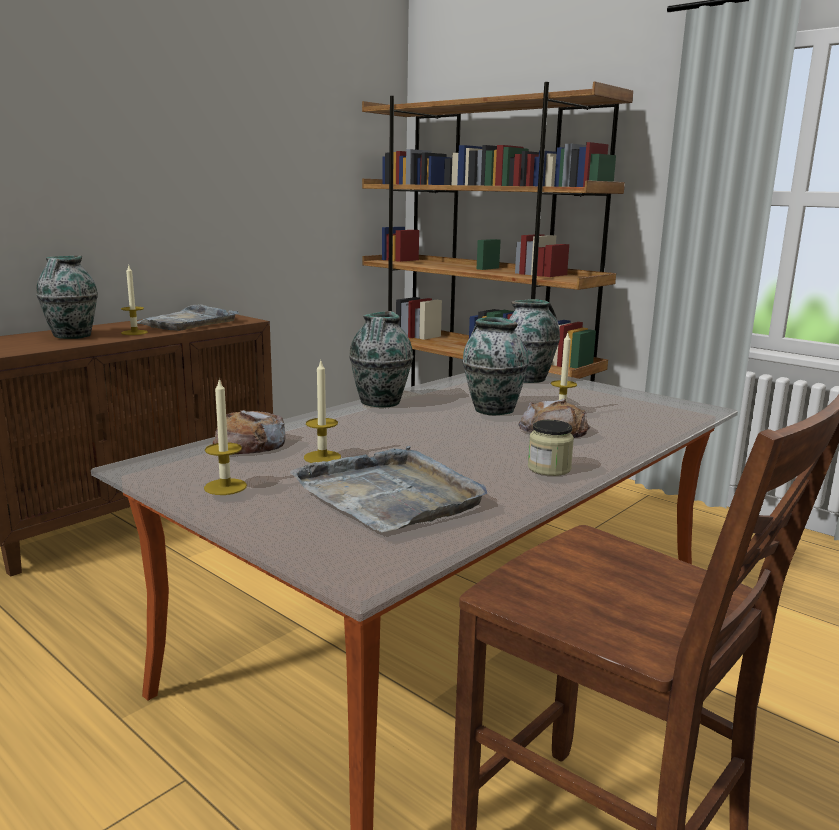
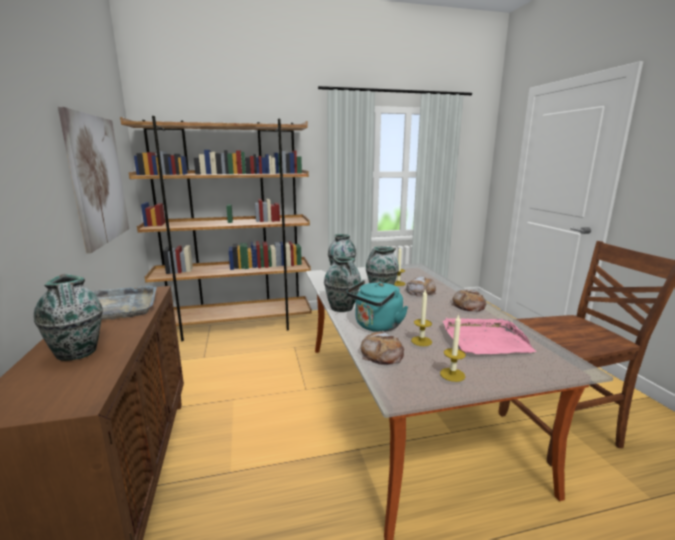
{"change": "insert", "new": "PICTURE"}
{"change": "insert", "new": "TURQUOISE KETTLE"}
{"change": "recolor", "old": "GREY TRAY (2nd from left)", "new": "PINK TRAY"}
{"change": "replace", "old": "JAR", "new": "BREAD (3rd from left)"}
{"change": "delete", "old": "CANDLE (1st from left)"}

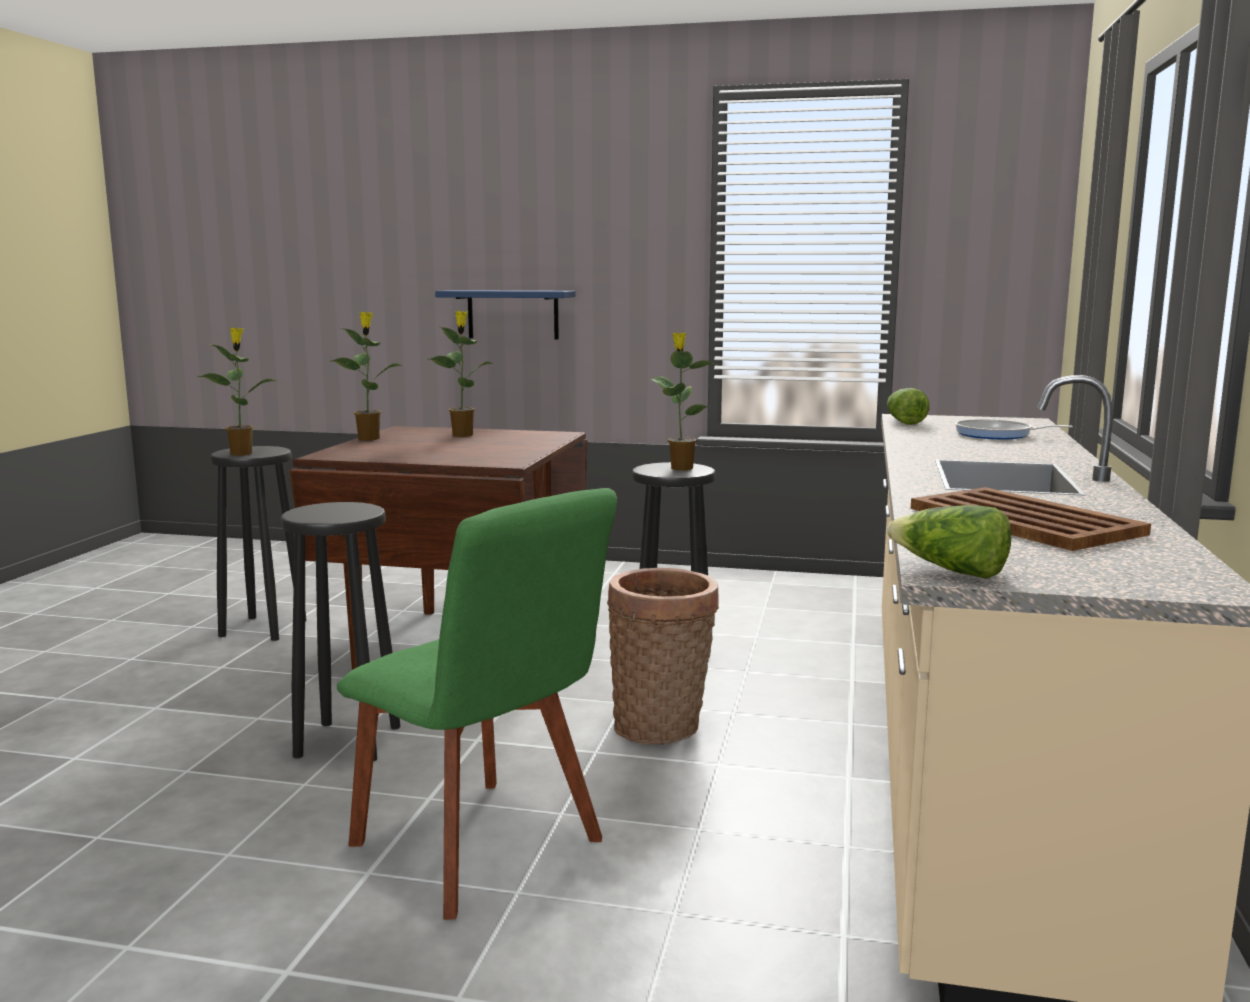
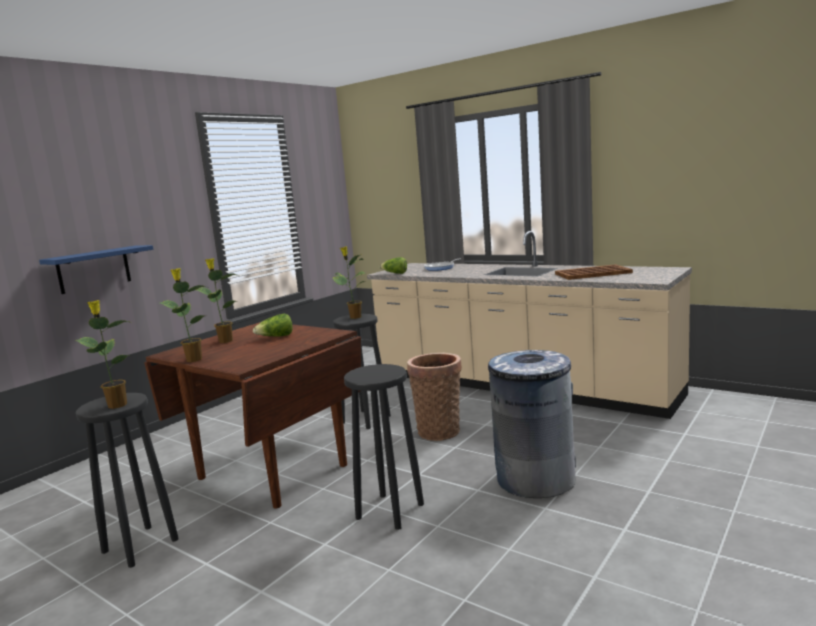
{"change": "move", "old": "LETTUCE (2nd from left in the first image)", "new": "LETTUCE (1st from left)"}
{"change": "replace", "old": "GREEN CHAIR", "new": "GREY TRASH CAN"}

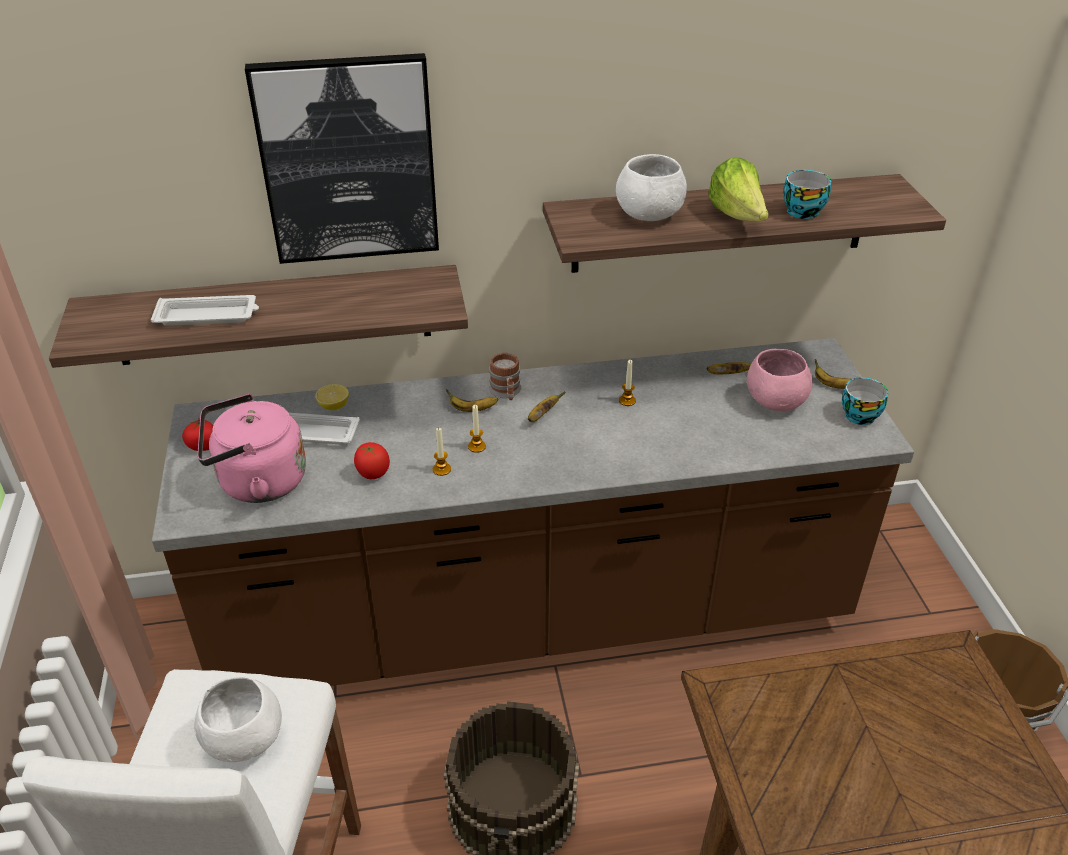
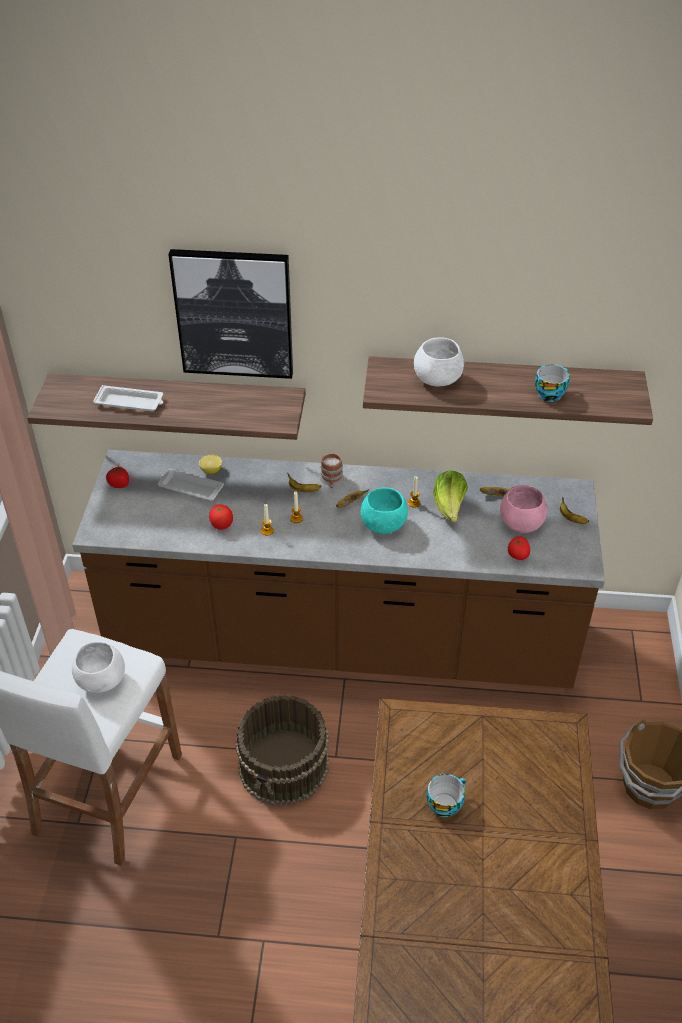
{"change": "insert", "new": "TURQUOISE BOWL"}
{"change": "move", "old": "CUP (2nd from left in the first image)", "new": "CUP (1st from left)"}
{"change": "move", "old": "LETTUCE"}
{"change": "insert", "new": "TOMATO (3rd from left)"}
{"change": "delete", "old": "PINK KETTLE"}

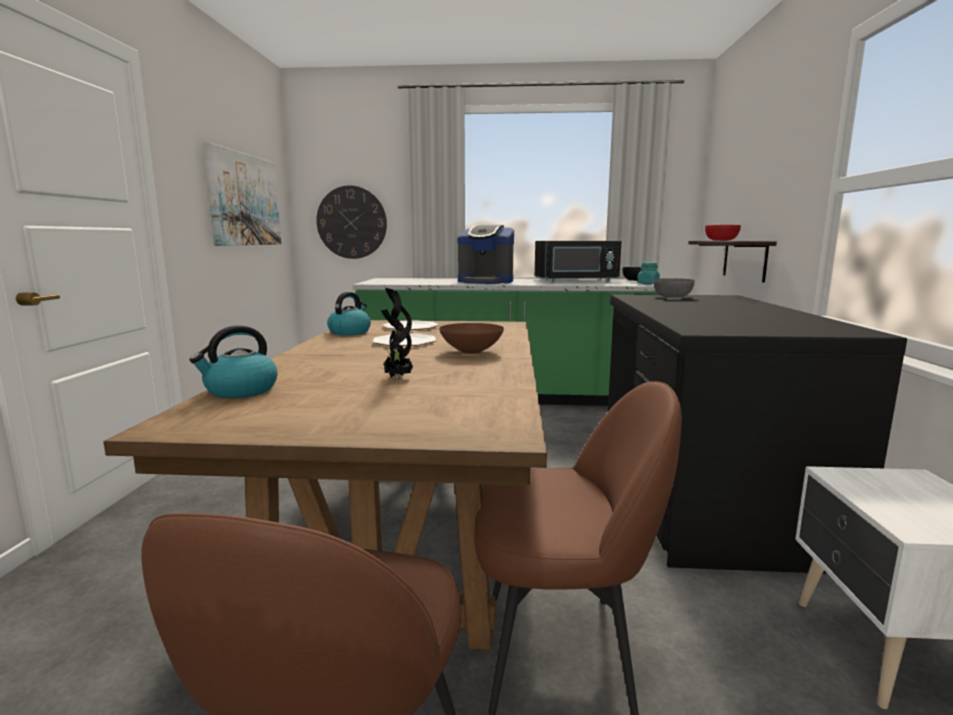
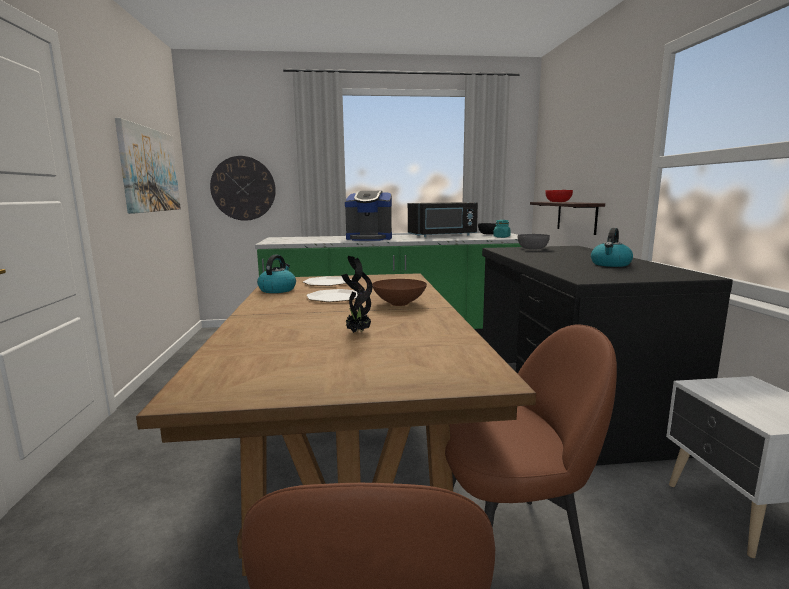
{"change": "move", "old": "KETTLE (1st from left in the first image)", "new": "KETTLE (2nd from left)"}

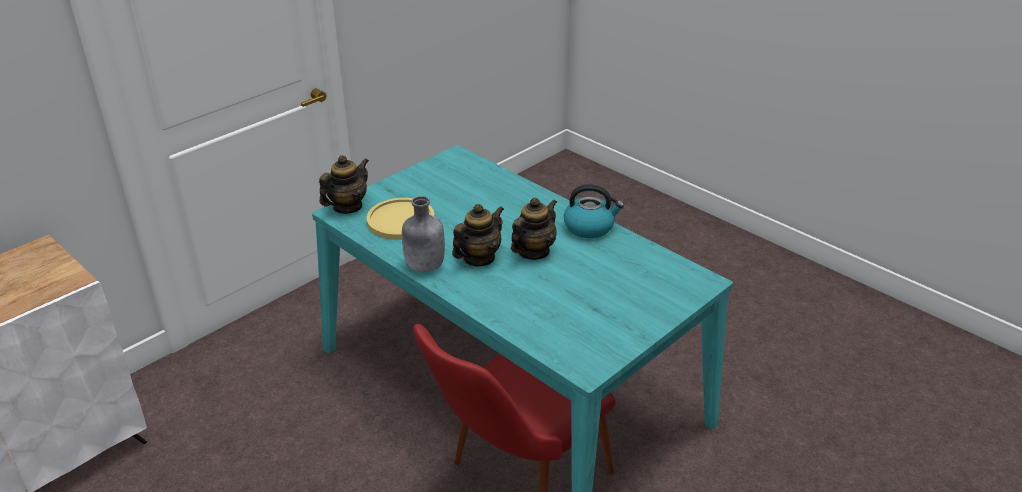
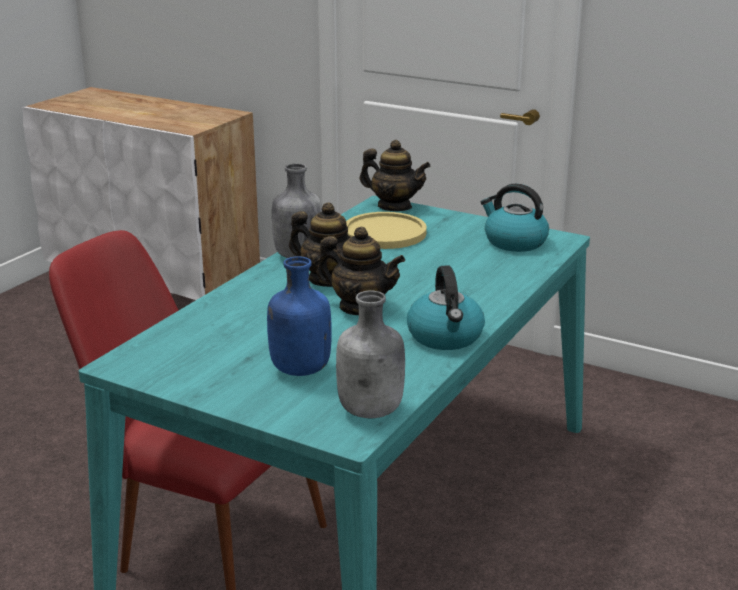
{"change": "insert", "new": "BLUE BOTTLE"}
{"change": "insert", "new": "GREY BOTTLE (2nd from left)"}
{"change": "insert", "new": "KETTLE (2nd from left)"}

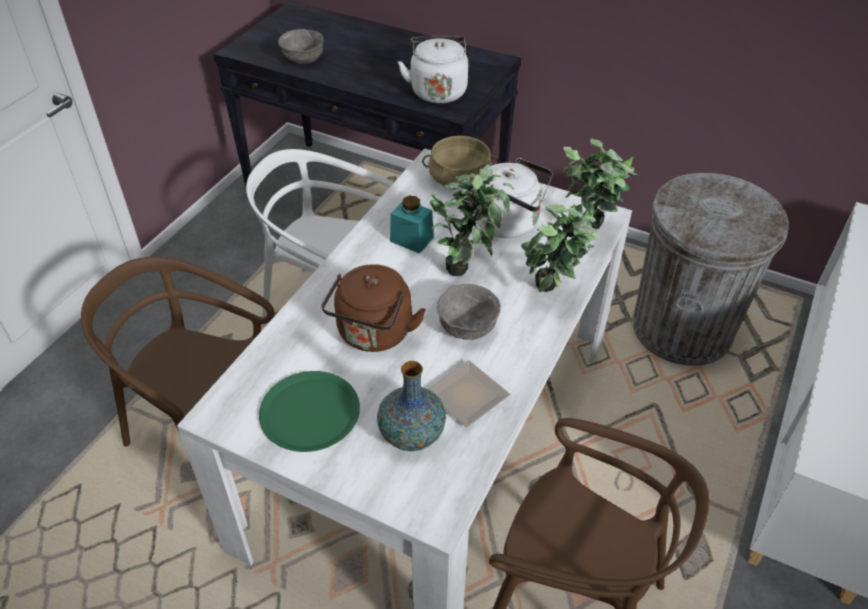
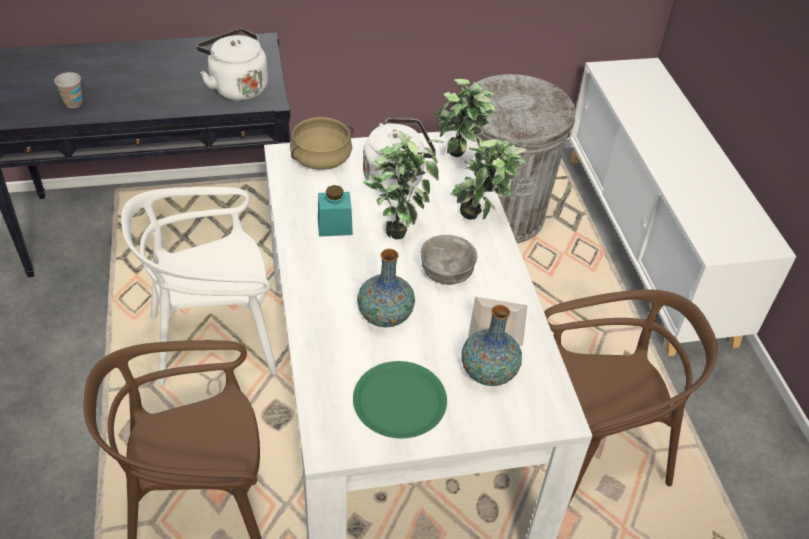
{"change": "replace", "old": "GREY BOWL (1st from left)", "new": "CUP"}
{"change": "replace", "old": "BROWN KETTLE", "new": "VASE (1st from left)"}

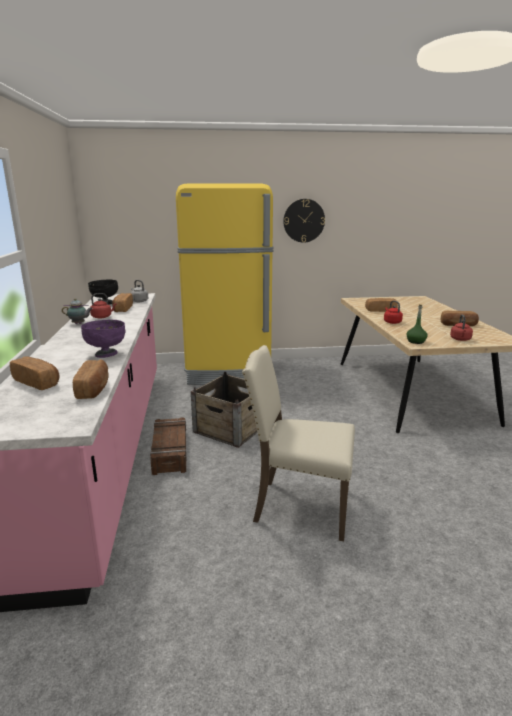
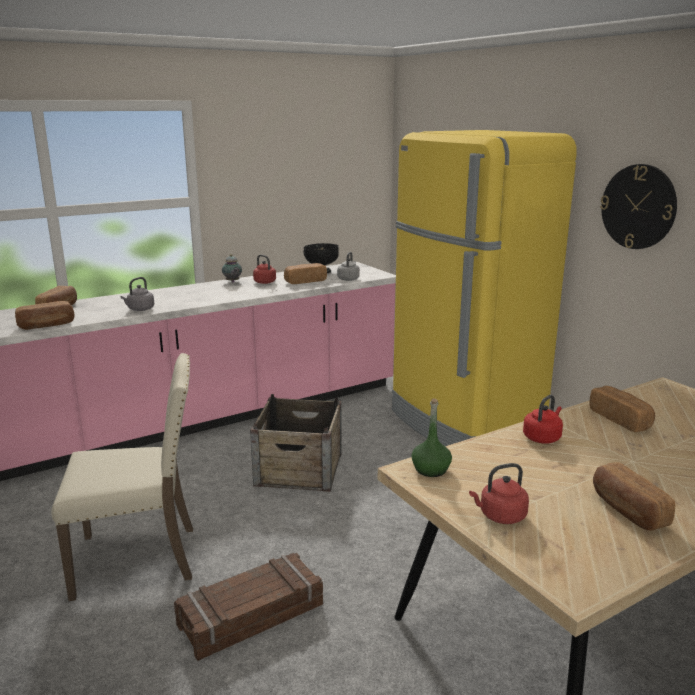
{"change": "rotate", "old": "BEIGE CHAIR", "degrees": 90}
{"change": "replace", "old": "PURPLE BOWL", "new": "GREY KETTLE (1st from left)"}
{"change": "move", "old": "CRATE (1st from left)"}

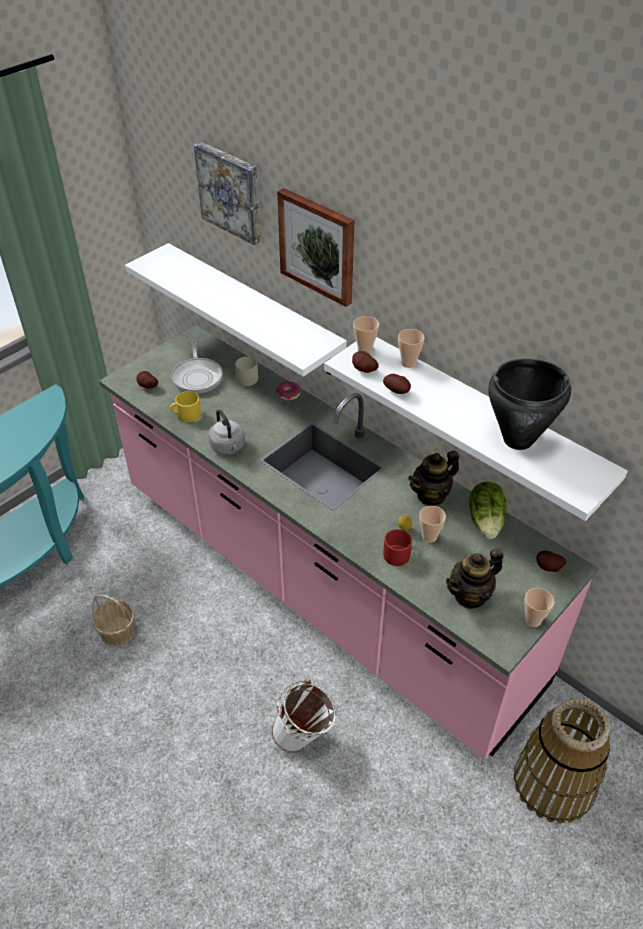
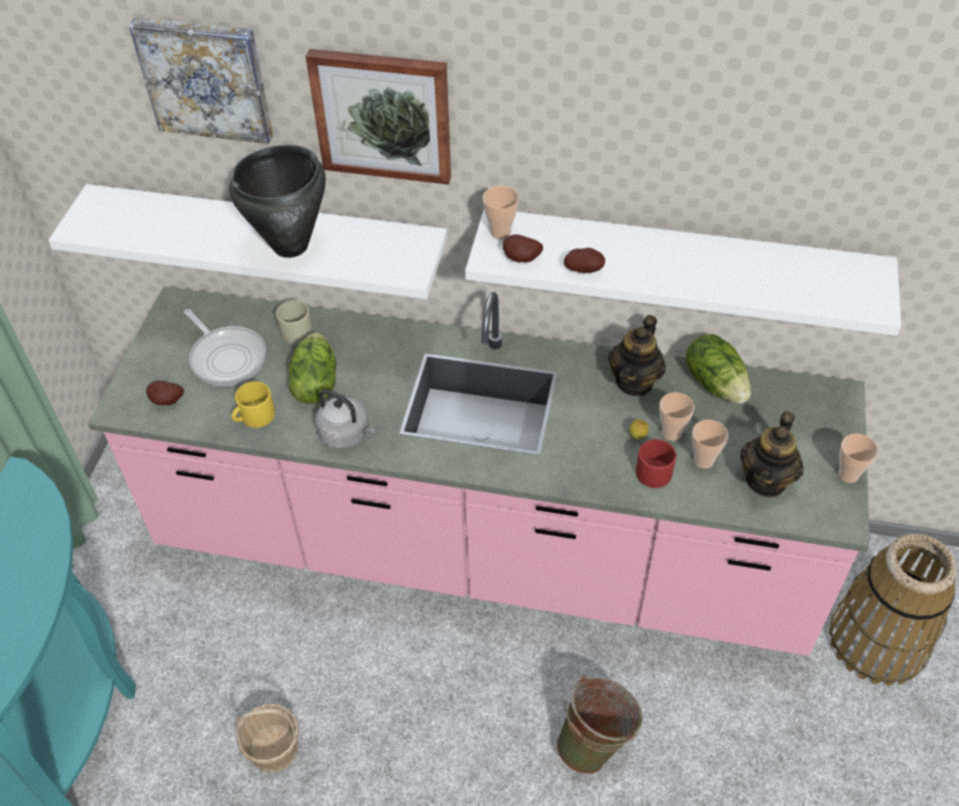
{"change": "move", "old": "BLACK COOKING POT"}
{"change": "insert", "new": "LETTUCE (1st from left)"}
{"change": "recolor", "old": "WHITE BUCKET", "new": "GREEN BUCKET"}
{"change": "move", "old": "CUP (2nd from left in the first image)", "new": "CUP (3rd from left)"}
{"change": "delete", "old": "DONUT"}
{"change": "delete", "old": "POTATO (4th from left)"}

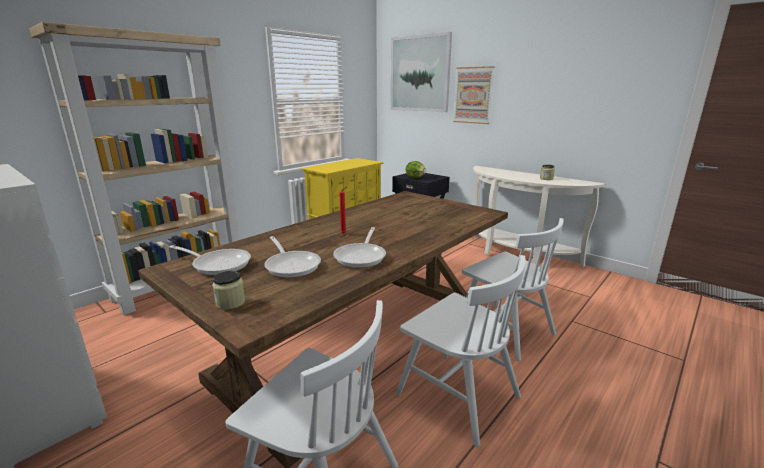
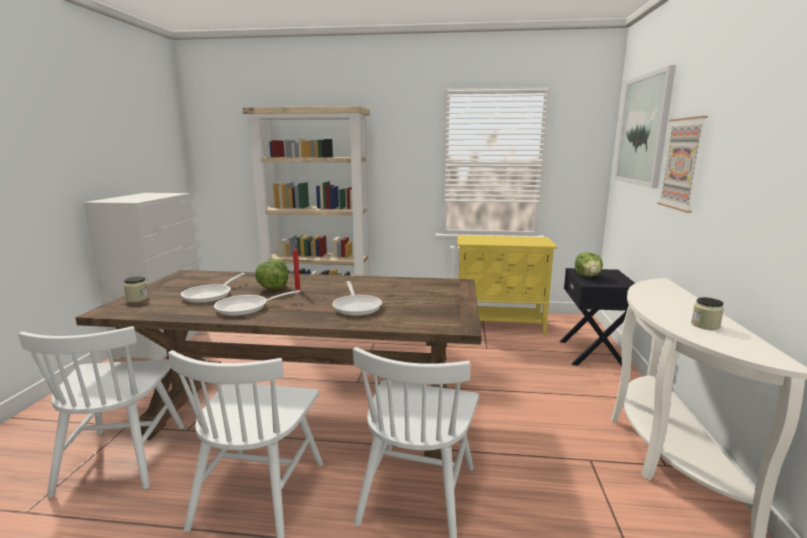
{"change": "insert", "new": "LETTUCE (1st from left)"}
{"change": "move", "old": "FRYING PAN (1st from left in the first image)", "new": "FRYING PAN (3rd from left)"}

